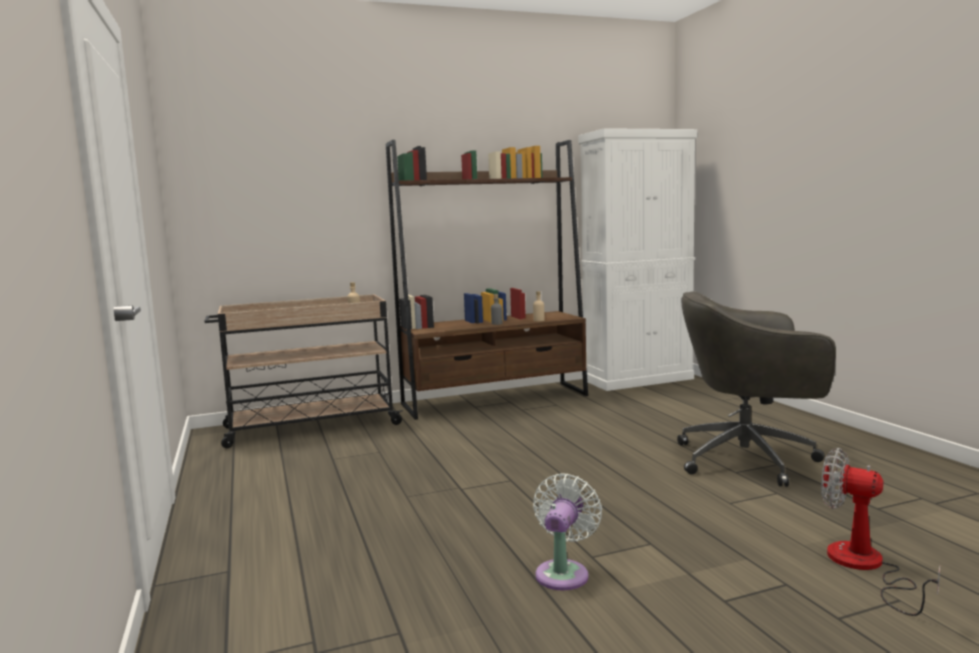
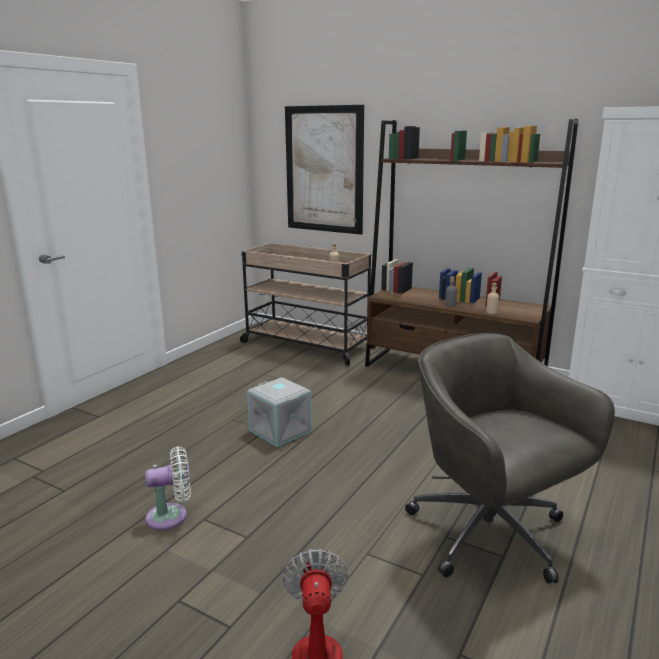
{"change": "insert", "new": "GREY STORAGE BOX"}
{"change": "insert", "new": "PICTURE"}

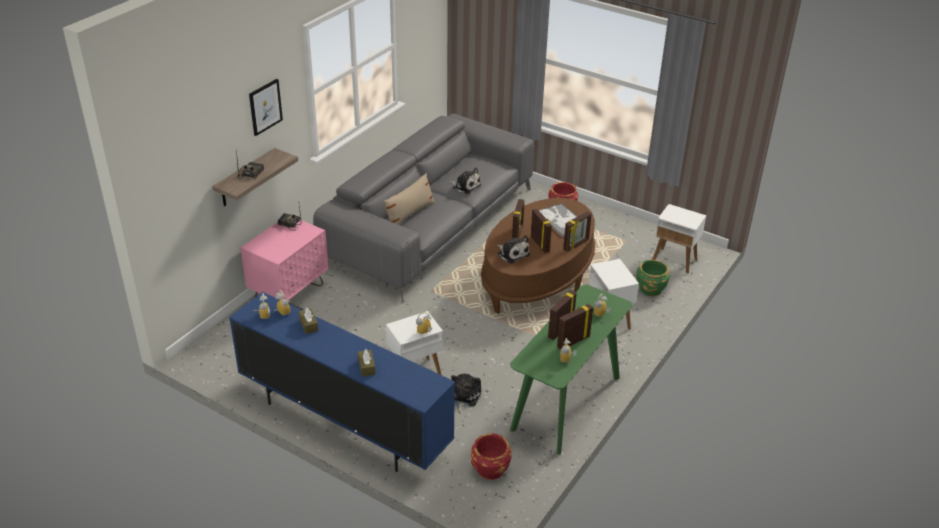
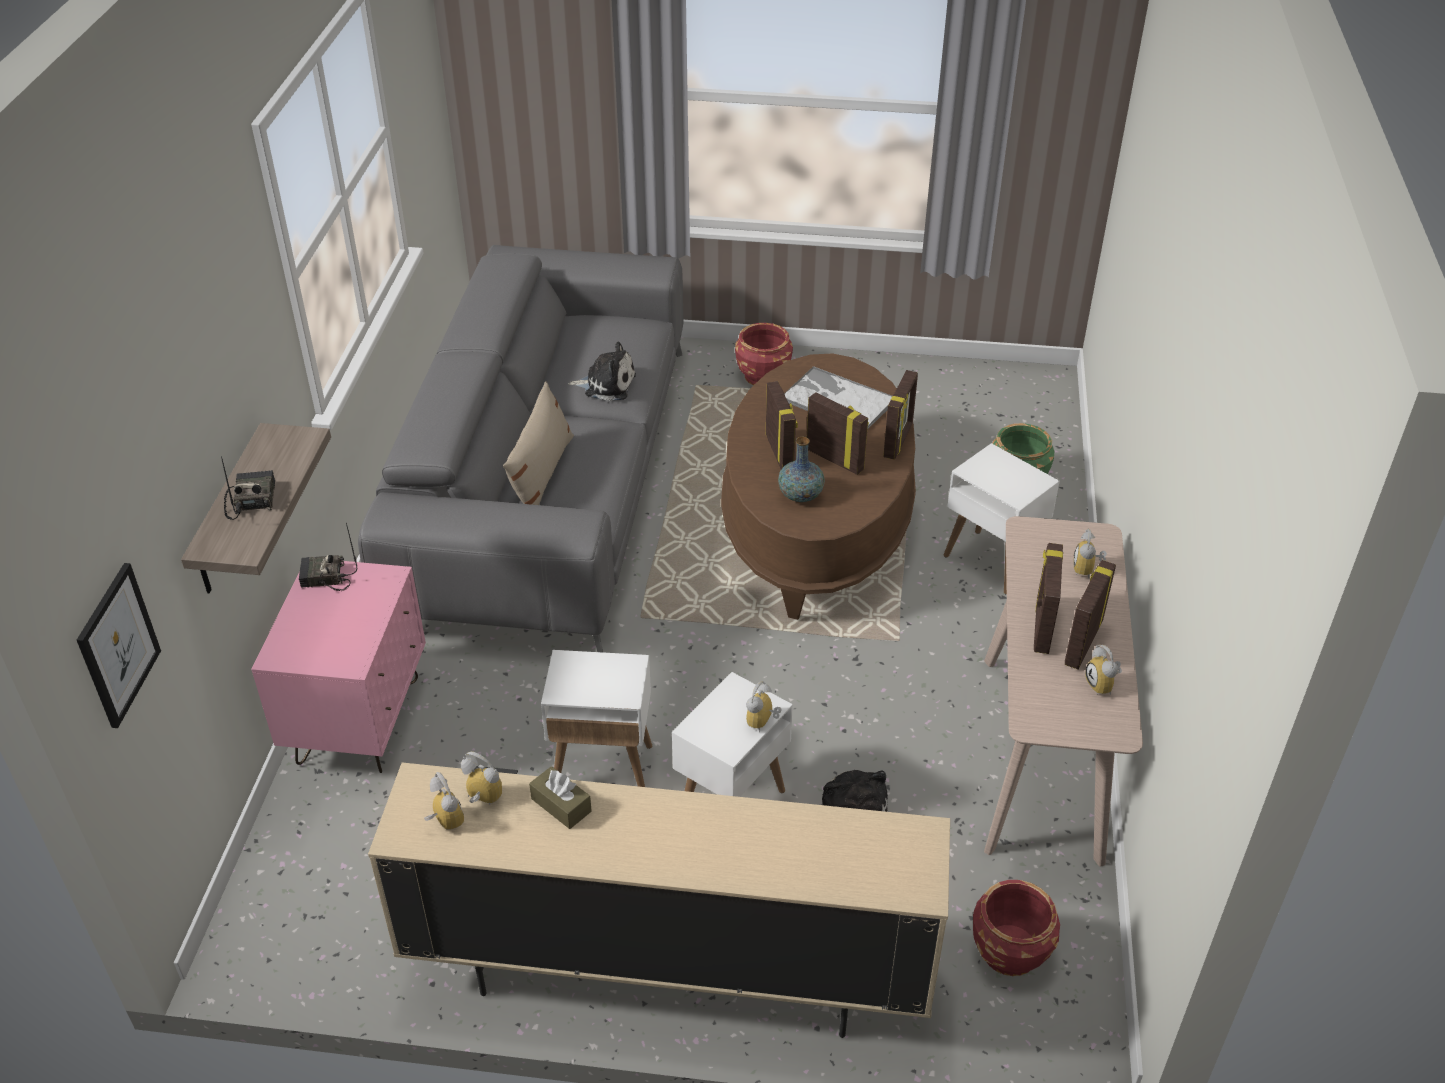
{"change": "move", "old": "PICTURE"}
{"change": "recolor", "old": "BLUE TV STAND", "new": "BEIGE TV STAND"}
{"change": "move", "old": "WHITE SIDE TABLE (3rd from left in the first image)", "new": "WHITE SIDE TABLE (1st from left)"}
{"change": "replace", "old": "PLUSH TOY (3rd from left)", "new": "VASE"}
{"change": "recolor", "old": "GREEN CONSOLE TABLE", "new": "BEIGE CONSOLE TABLE"}
{"change": "delete", "old": "BROWN TISSUE BOX (2nd from left)"}

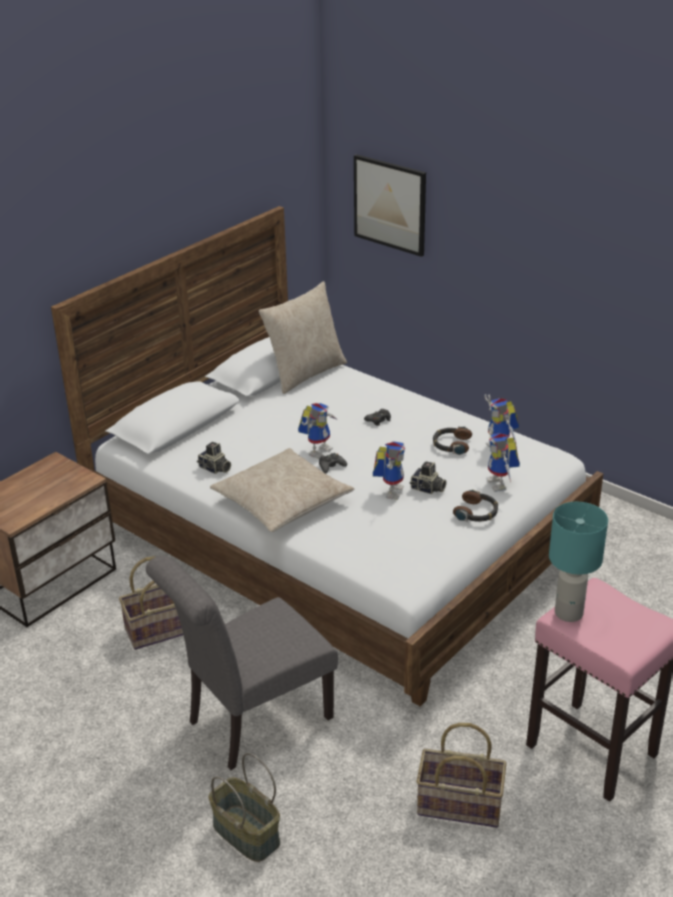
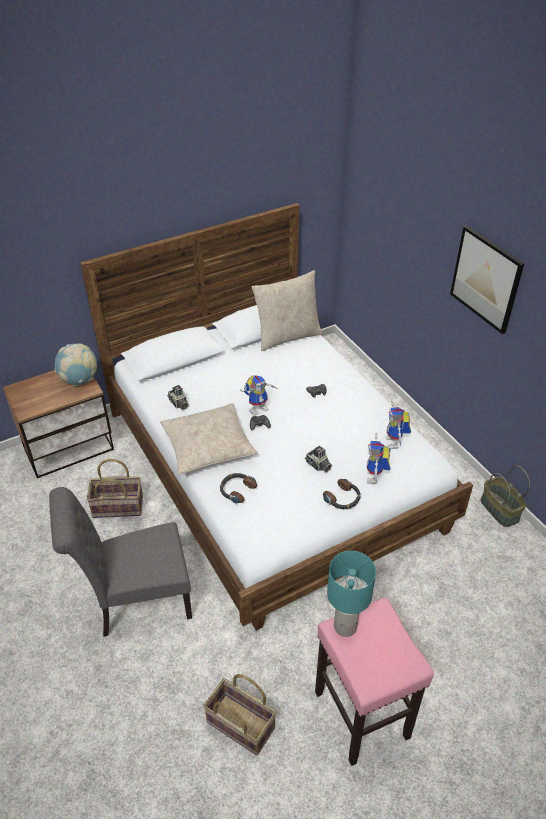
{"change": "insert", "new": "GLOBE"}
{"change": "move", "old": "HEADPHONES (1st from left)"}
{"change": "move", "old": "PICTURE"}
{"change": "move", "old": "BASKET (2nd from left in the first image)", "new": "BASKET (3rd from left)"}
{"change": "delete", "old": "TOY ROBOT (2nd from left)"}

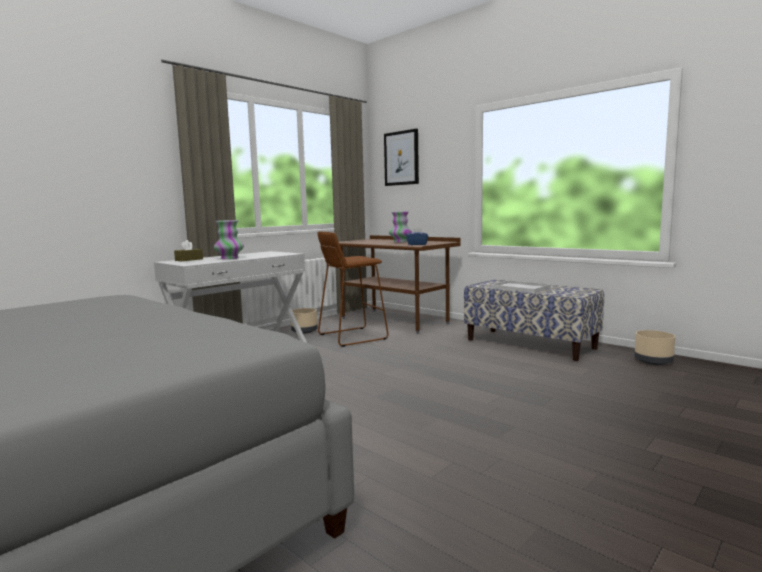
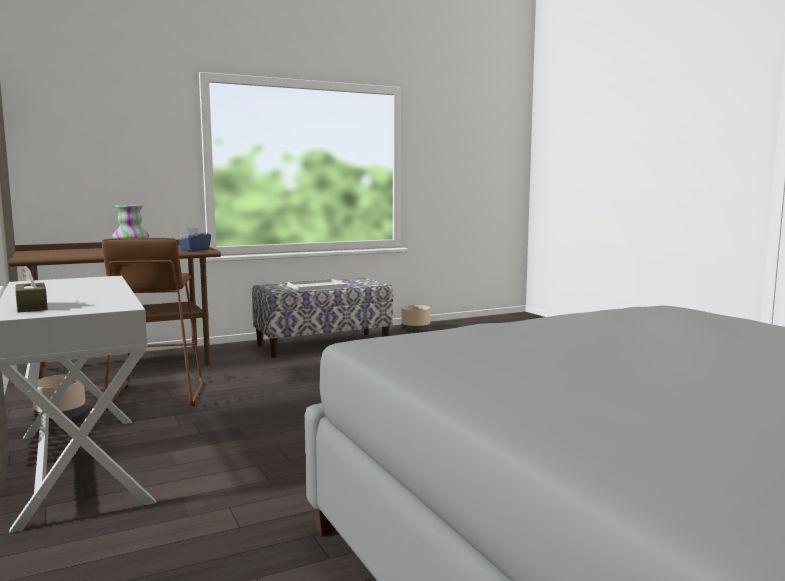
{"change": "delete", "old": "VASE (1st from left)"}
{"change": "delete", "old": "PICTURE"}

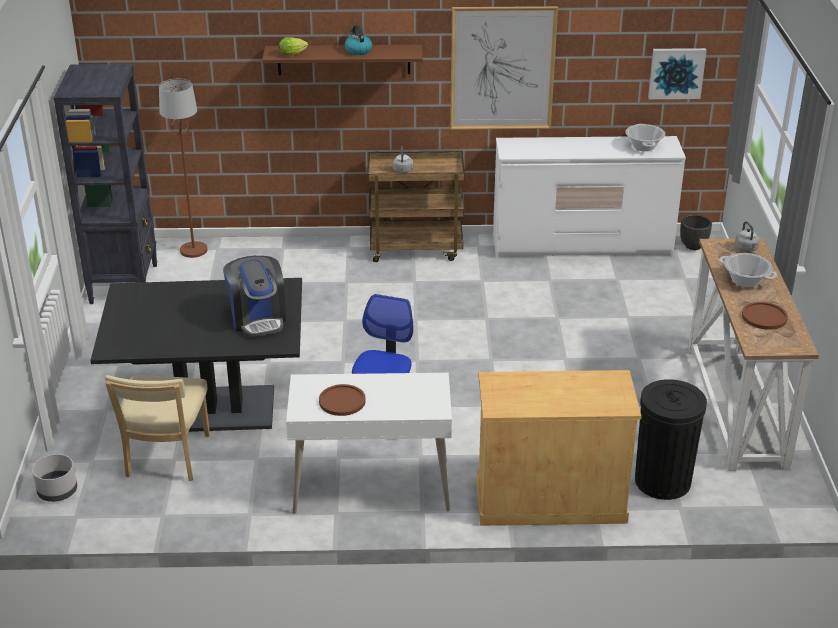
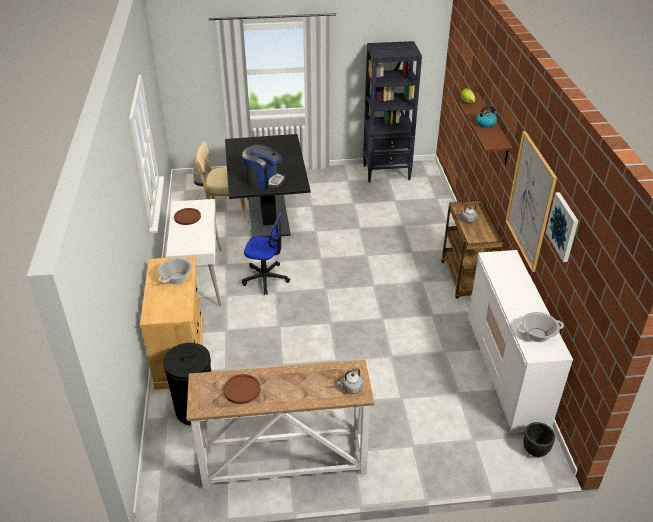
{"change": "move", "old": "COOKING POT (2nd from left in the first image)", "new": "COOKING POT (1st from left)"}
{"change": "rotate", "old": "COFFEE MACHINE", "degrees": -135}
{"change": "move", "old": "PICTURE (2nd from left)"}
{"change": "delete", "old": "BROWN FLOOR LAMP"}

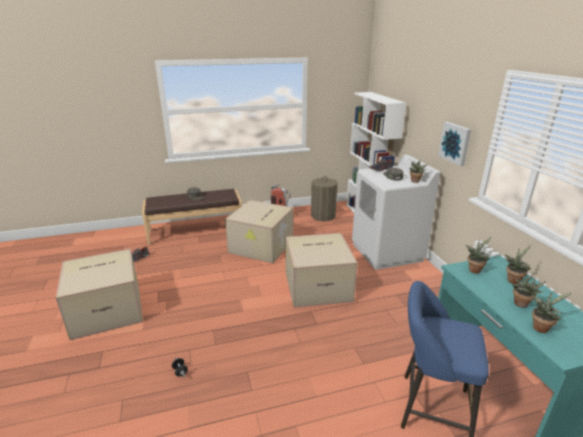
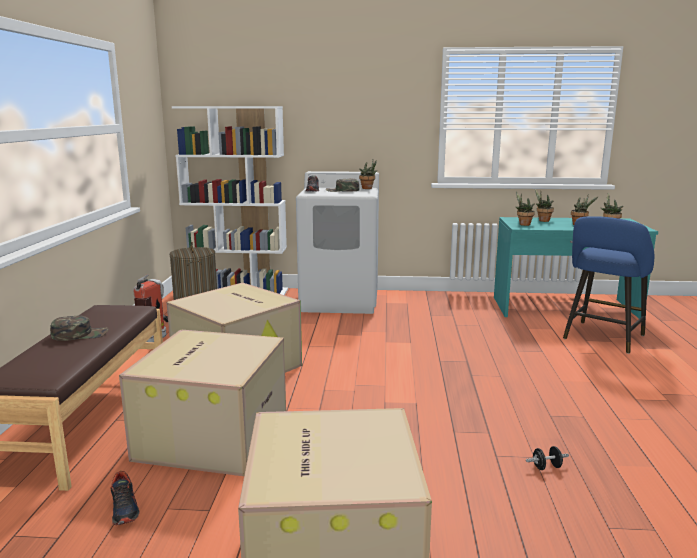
{"change": "move", "old": "CARDBOARD BOX (3rd from left in the first image)", "new": "CARDBOARD BOX (1st from left)"}
{"change": "delete", "old": "PICTURE"}

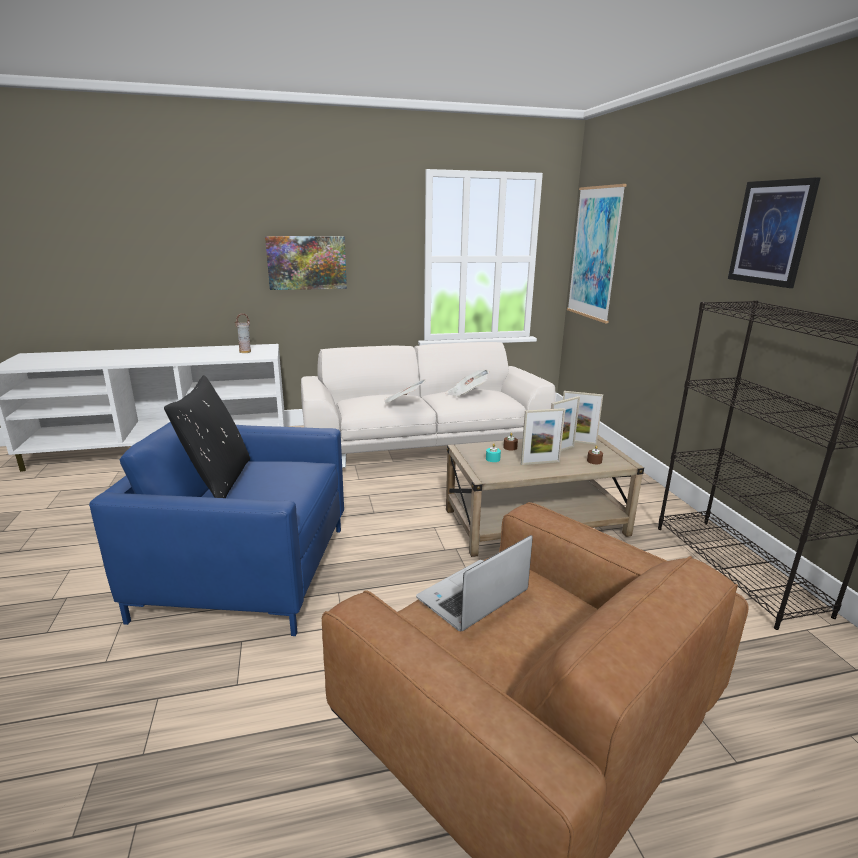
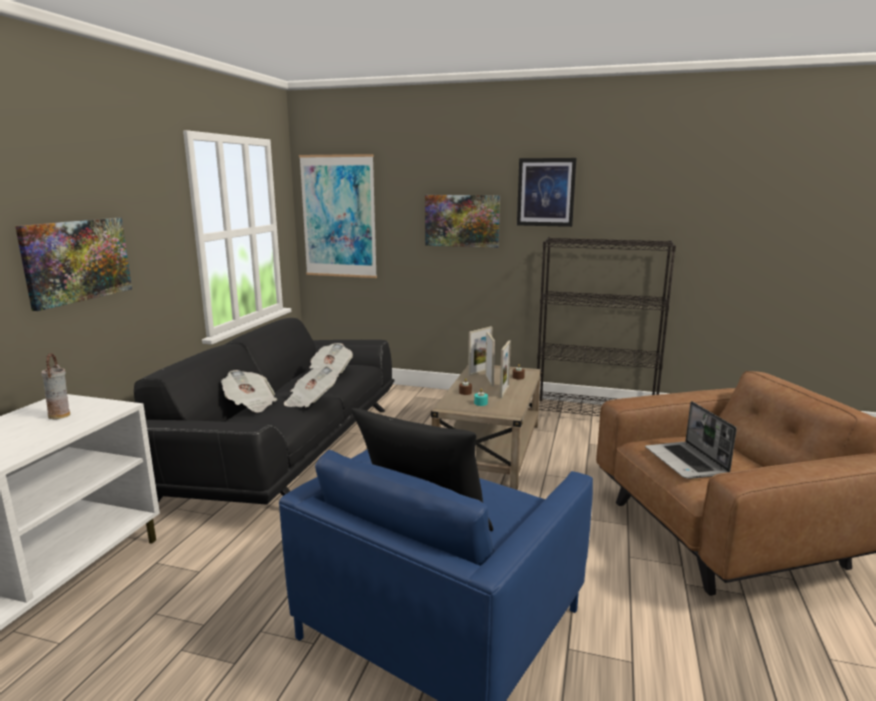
{"change": "recolor", "old": "WHITE SOFA", "new": "BLACK SOFA"}
{"change": "insert", "new": "NEWSPAPER (1st from left)"}
{"change": "insert", "new": "PICTURE (3rd from left)"}

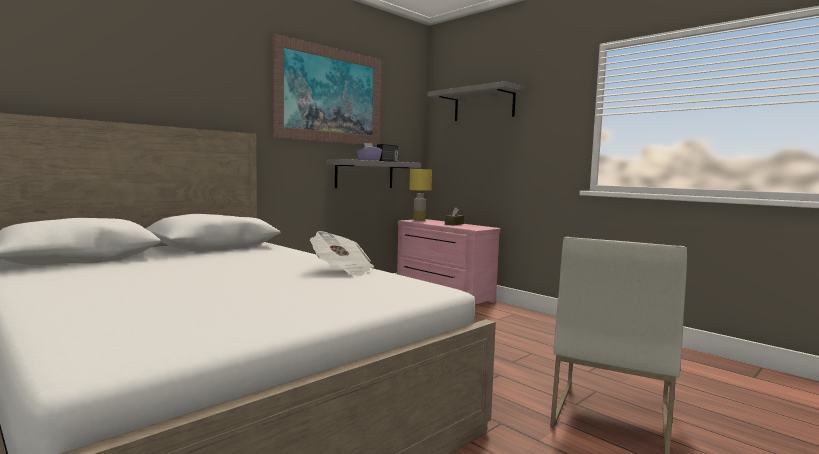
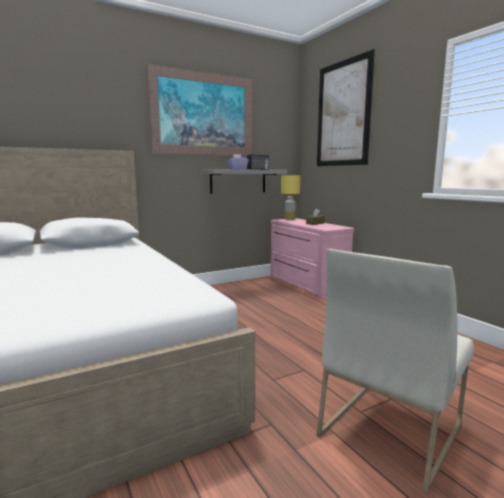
{"change": "replace", "old": "GREY SHELF (2nd from left)", "new": "PICTURE (2nd from left)"}
{"change": "delete", "old": "NEWSPAPER"}

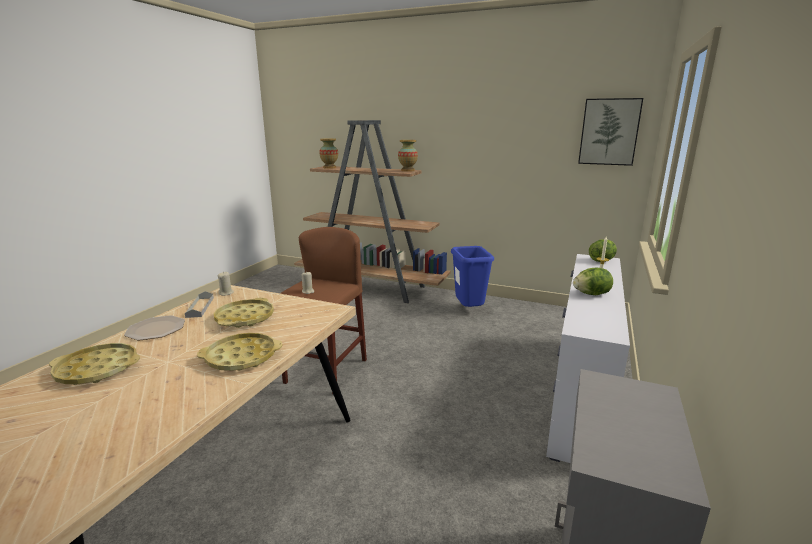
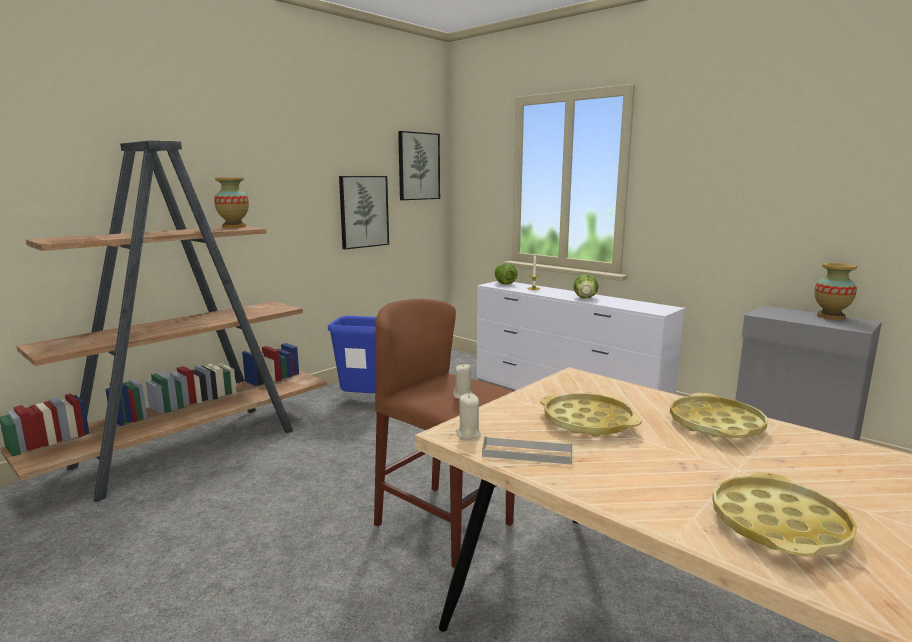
{"change": "insert", "new": "PICTURE (1st from left)"}
{"change": "move", "old": "VASE (1st from left in the first image)", "new": "VASE (2nd from left)"}
{"change": "delete", "old": "PLATE"}

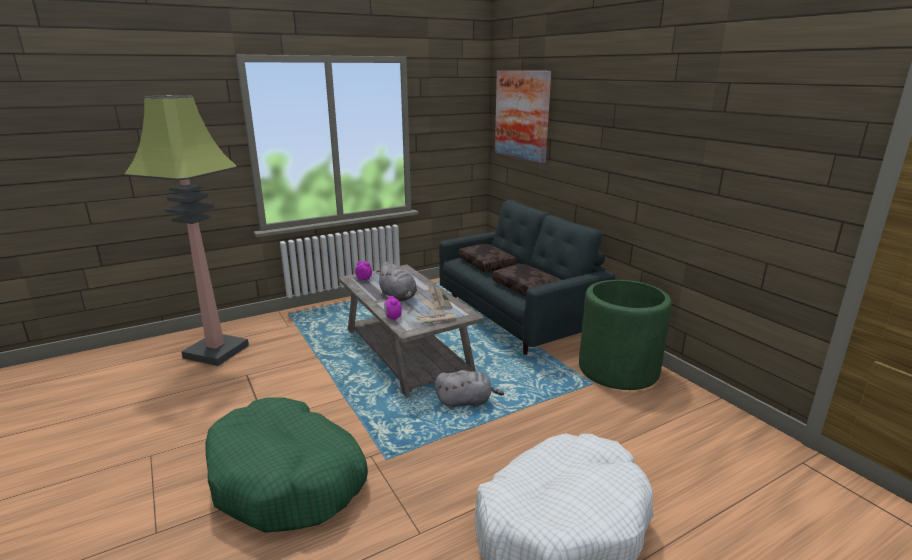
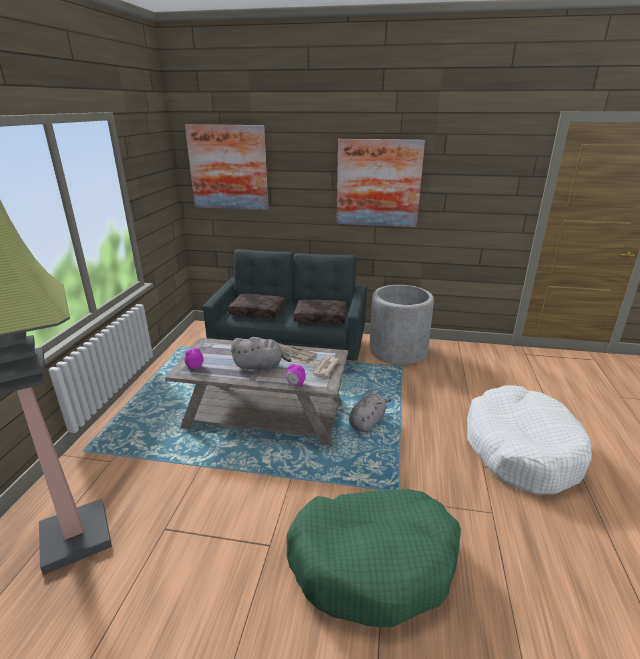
{"change": "insert", "new": "PICTURE (2nd from left)"}
{"change": "recolor", "old": "GREEN PLANTER", "new": "GREY PLANTER"}

